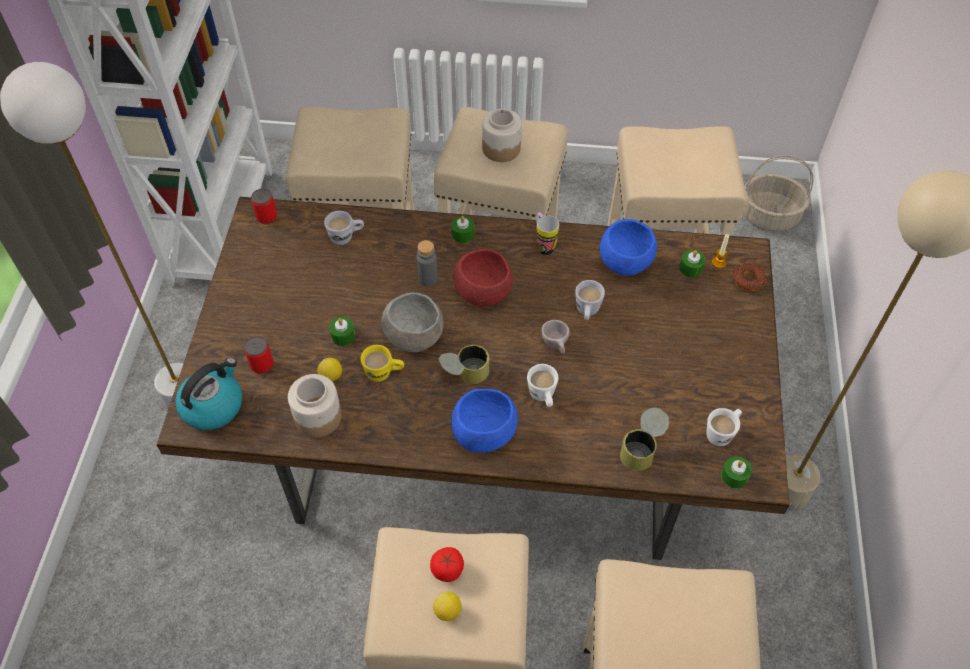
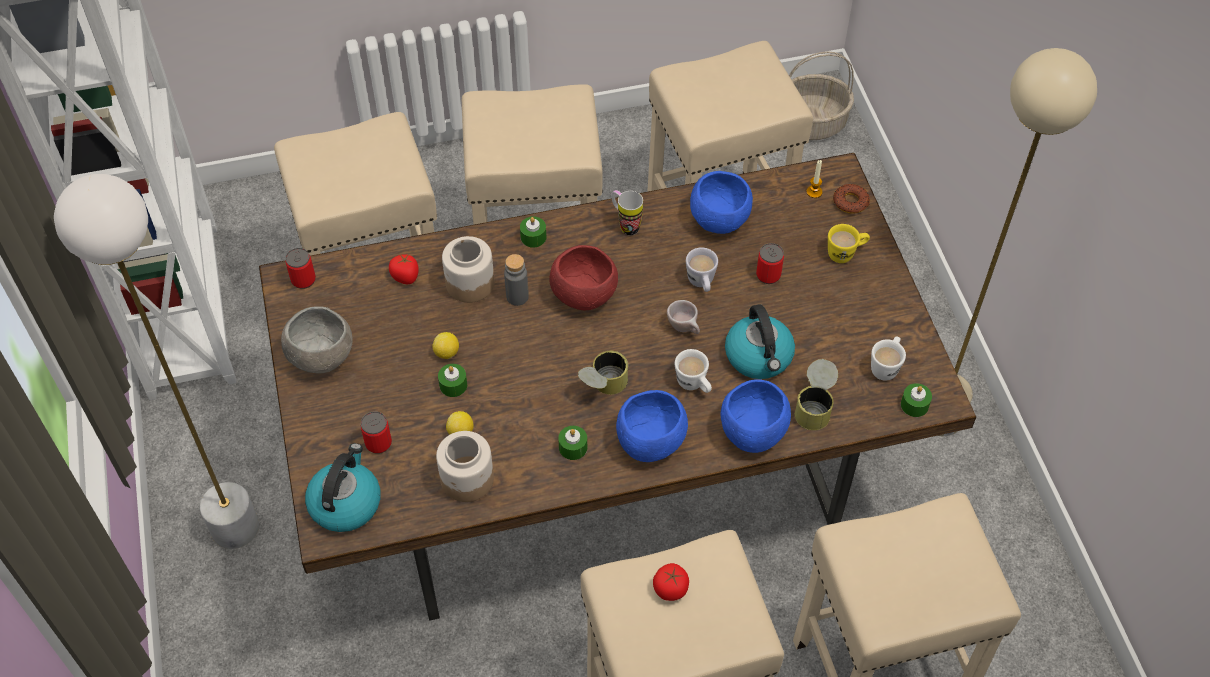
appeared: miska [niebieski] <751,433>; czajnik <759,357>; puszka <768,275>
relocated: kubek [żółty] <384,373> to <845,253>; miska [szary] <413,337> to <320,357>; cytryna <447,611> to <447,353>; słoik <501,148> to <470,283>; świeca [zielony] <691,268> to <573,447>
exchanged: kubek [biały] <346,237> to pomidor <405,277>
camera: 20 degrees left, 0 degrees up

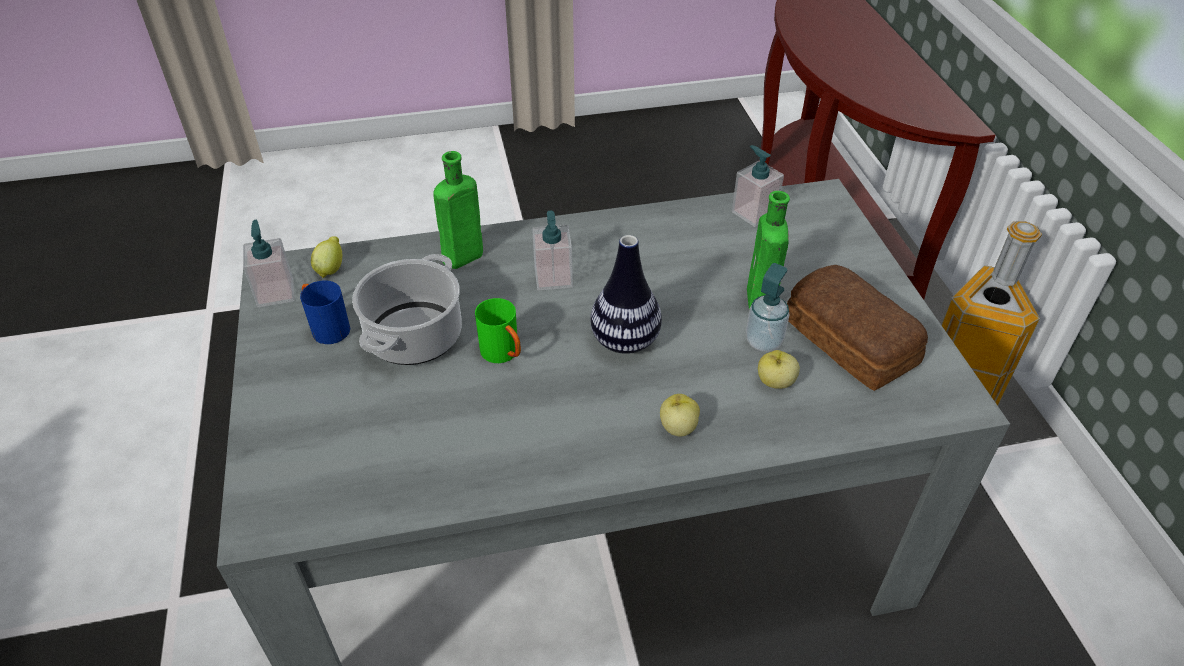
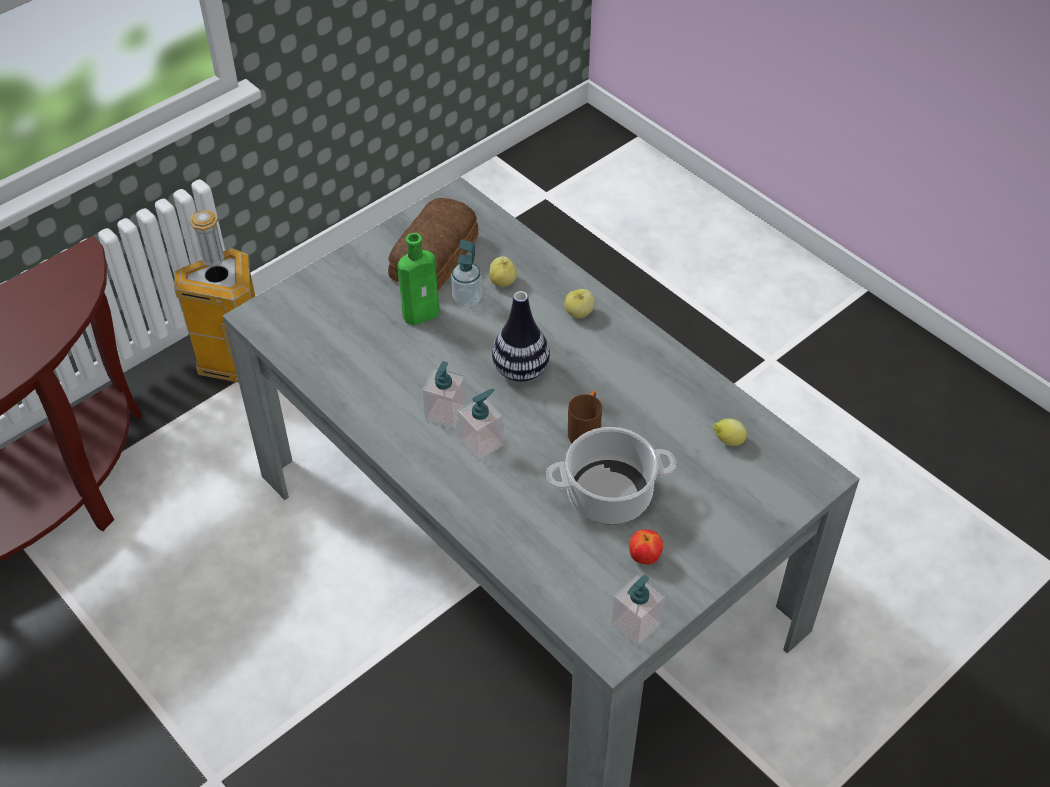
missing: butelka [zielony] <460,258>
relocated: cytryna <331,269> to <727,441>; dozownik mydła <753,213> to <445,413>
exchanged: kubek [niebieski] <326,328> to jabłko <644,557>
colour: kubek [zielony] <504,355> to kubek [brązowy] <585,430>
camera: 120 degrees left, 5 degrees up

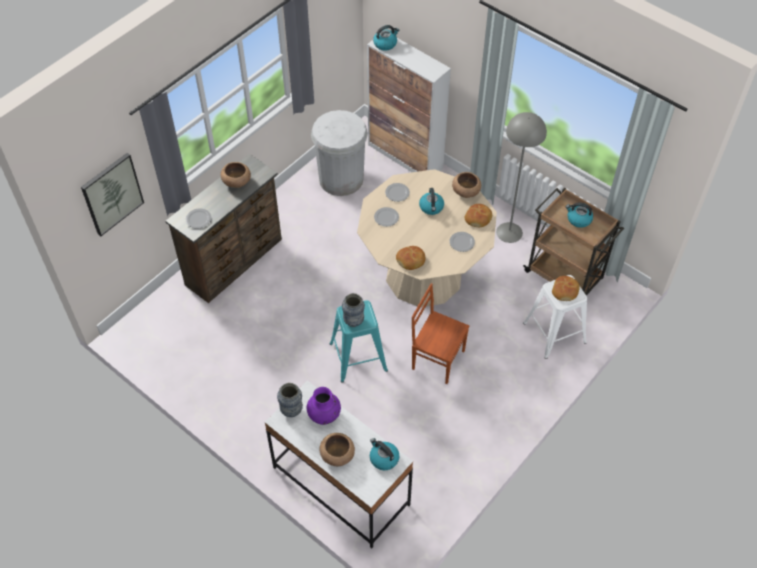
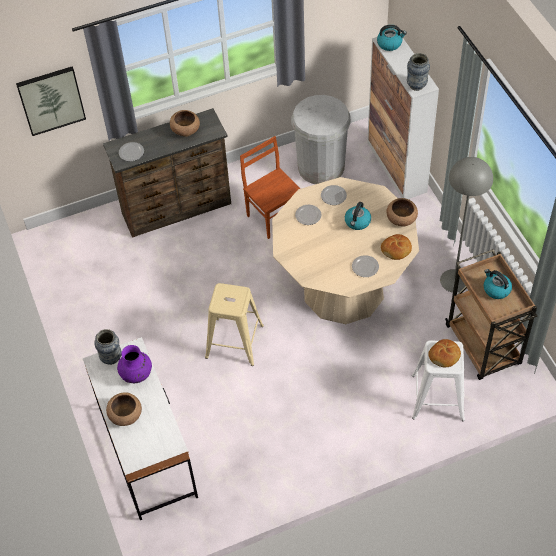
missing: czajnik <383,458>; chleb <411,260>
relocated: wazon <353,321> to <416,86>; krzesło [brązowy] <437,359> to <274,216>
colour: stołek [turkusowy] <357,357> to stołek [beżowy] <233,342>
camera: 30 degrees right, 0 degrees up

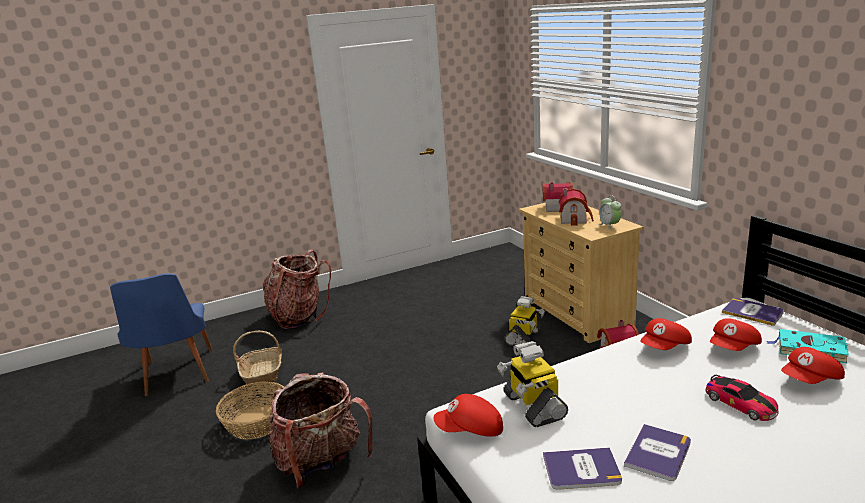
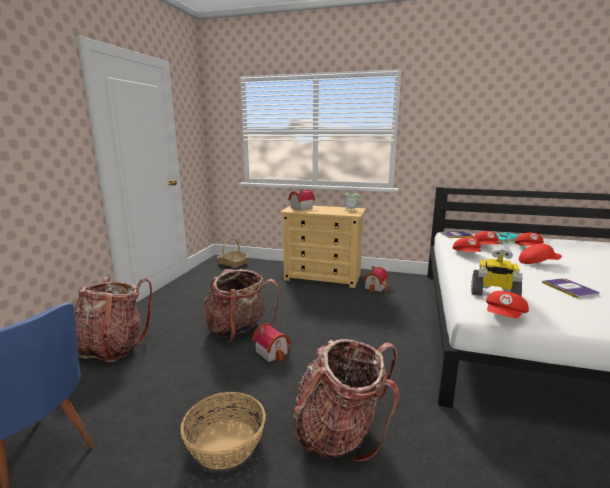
missing: robot zabawkowy <524,337>; książka <581,469>
appeared: plecak <238,330>
relocated: koszyk <263,372> to <232,263>; domek <575,219> to <272,351>
exchanged: samochodzik <740,403> to czapka z daszkiem [czerwony] <537,263>
camera: 50 degrees left, 5 degrees down

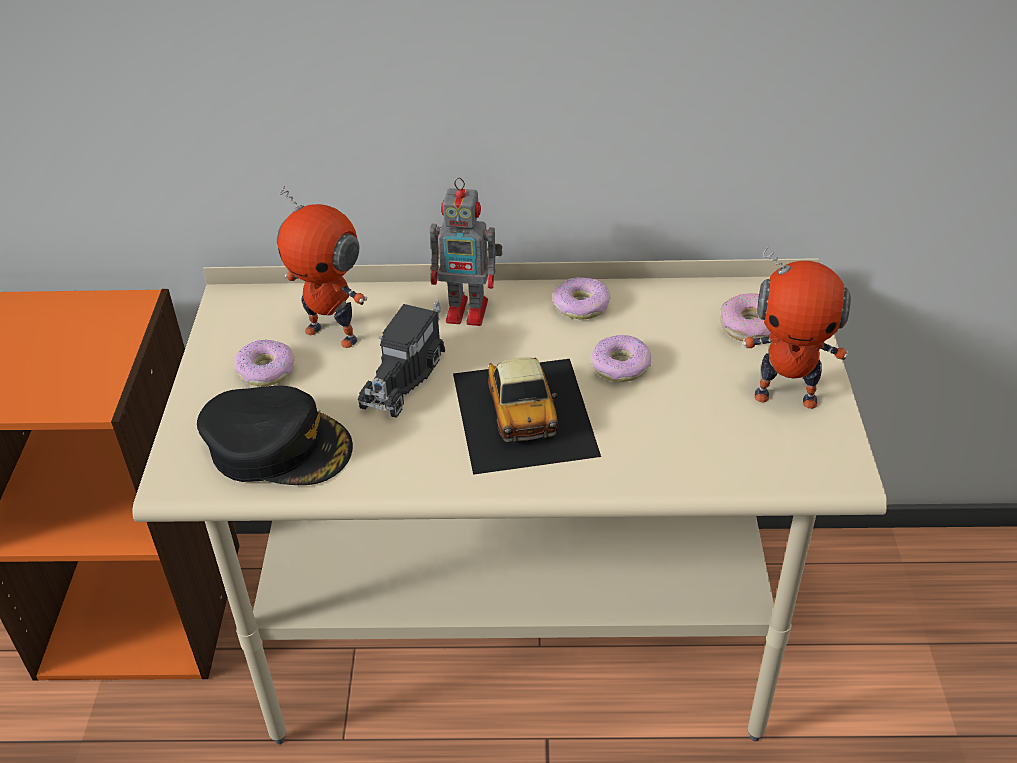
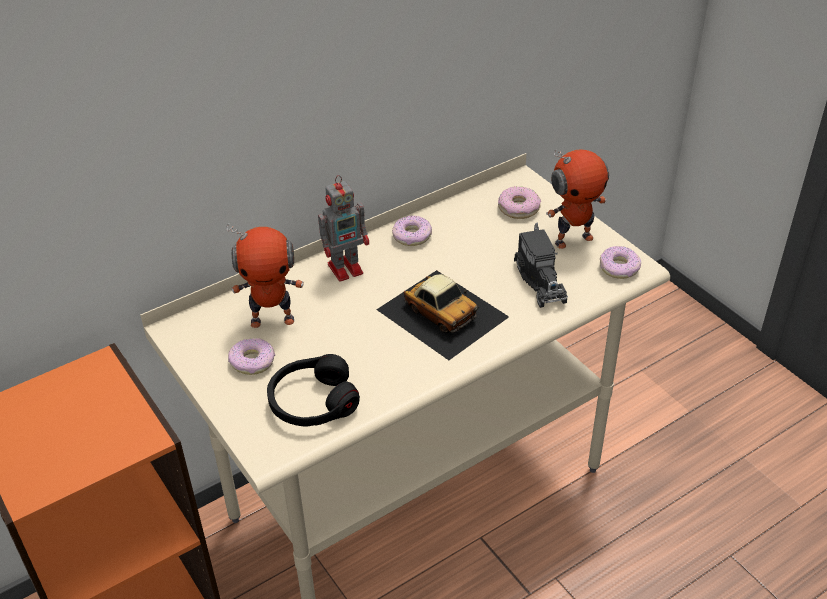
relocated: ciężarówka zabawkowa <404,376> to <540,279>; donut <621,366> to <619,268>
exchanged: czapka z daszkiem [czarny] <278,446> to słuchawki [czarny] <312,402>
camera: 35 degrees left, 0 degrees up

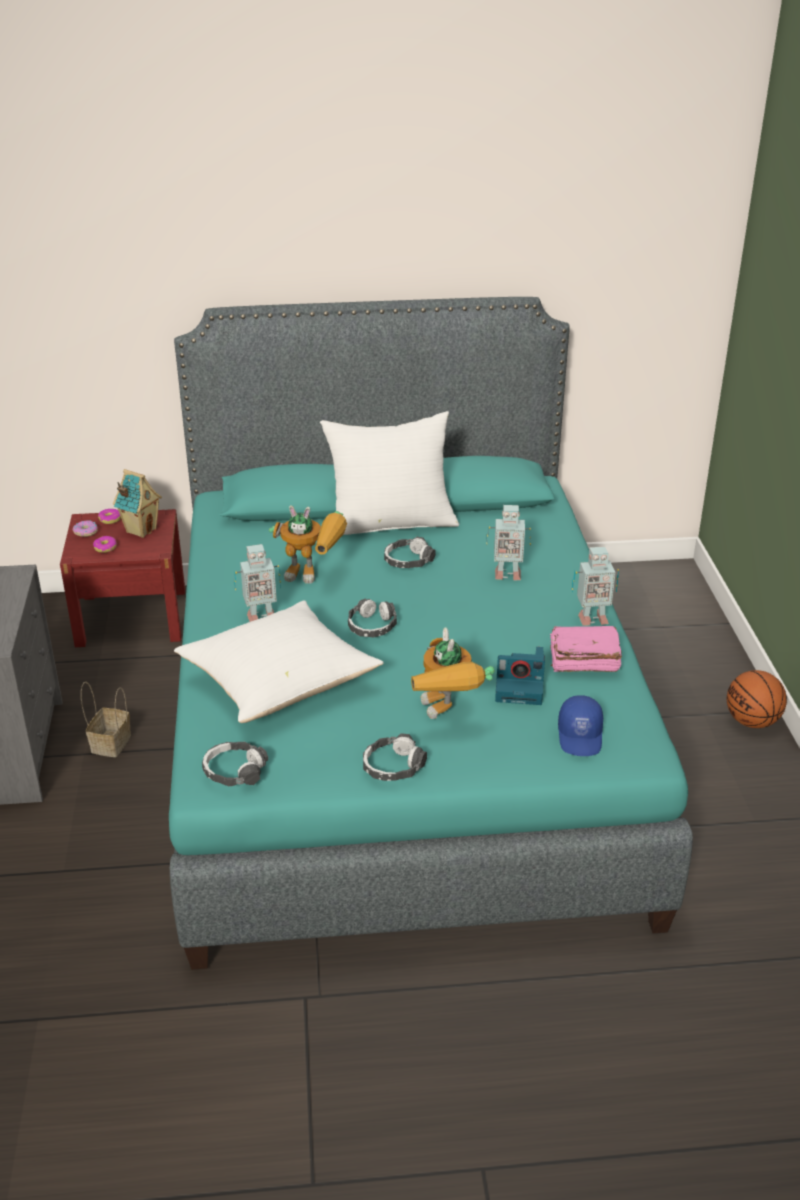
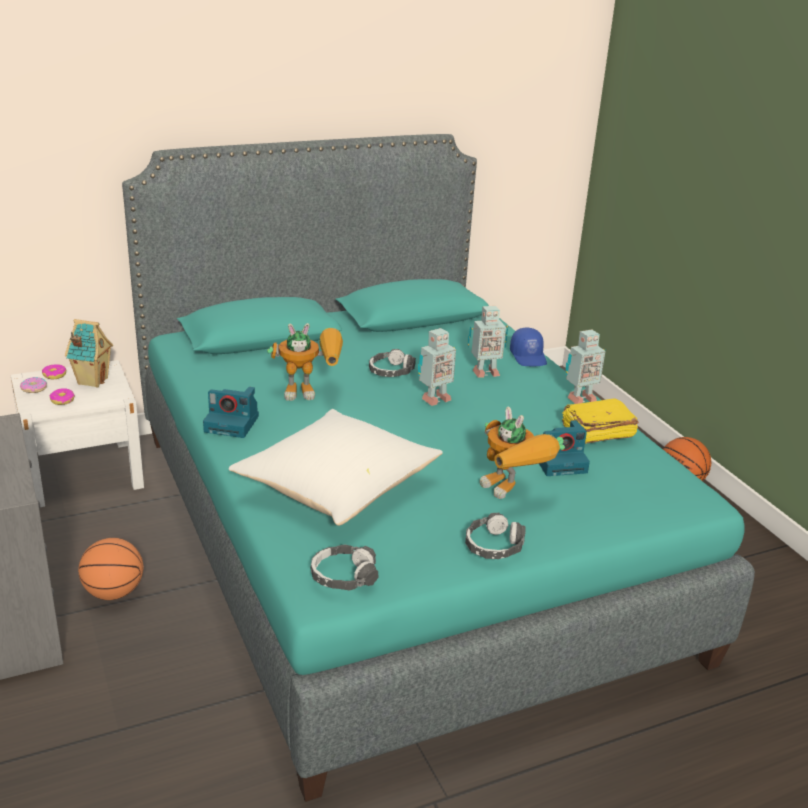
missing: poduszka [biały] <391,522>; słuchawki <372,626>
appeared: aparat fotograficzny <233,423>
relocated: robot zabawkowy <260,616> to <434,399>; czapka z daszkiem [niebieski] <581,736> to <529,357>
exchanged: koszyk <111,742> to piłka do koszykówki <114,592>
colour: szafka nocna [czerwony] <131,617> to szafka nocna [biały] <83,473>; książka [różowy] <583,660> to książka [żółty] <596,432>
camera: 20 degrees left, 5 degrees down

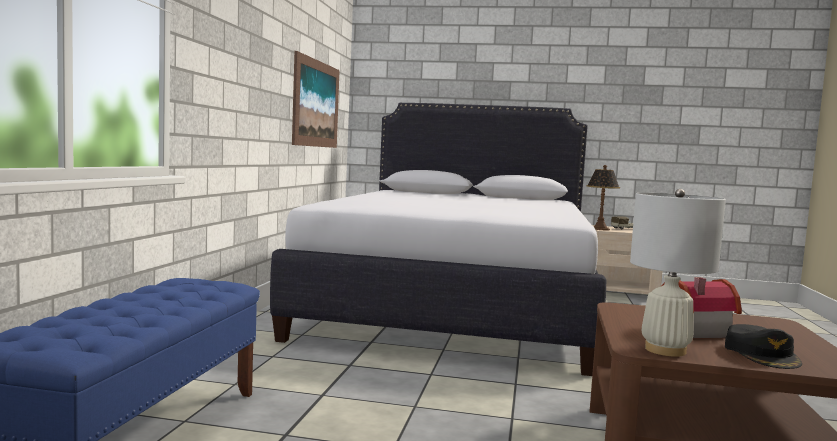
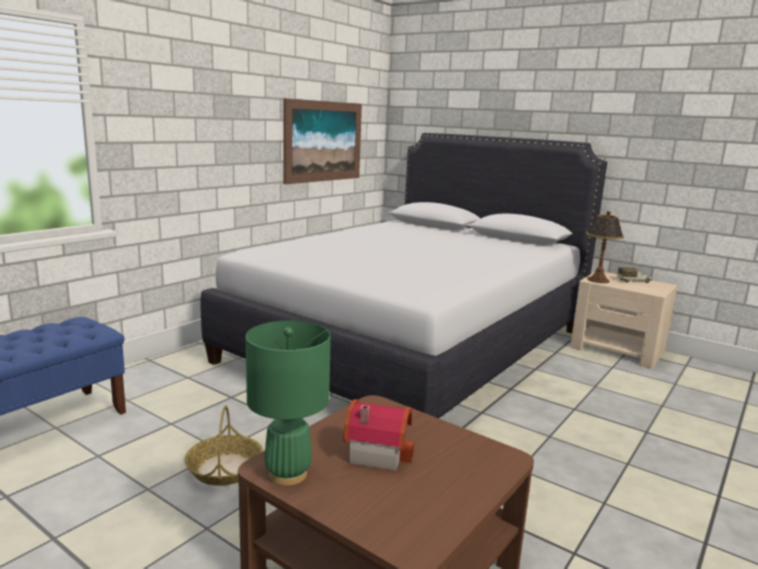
missing: czapka z daszkiem [czarny] <762,354>
appeared: koszyk <225,469>
colour: lampa stołowa [biały] <665,350> to lampa stołowa [zielony] <288,474>
camera: 25 degrees right, 10 degrees up

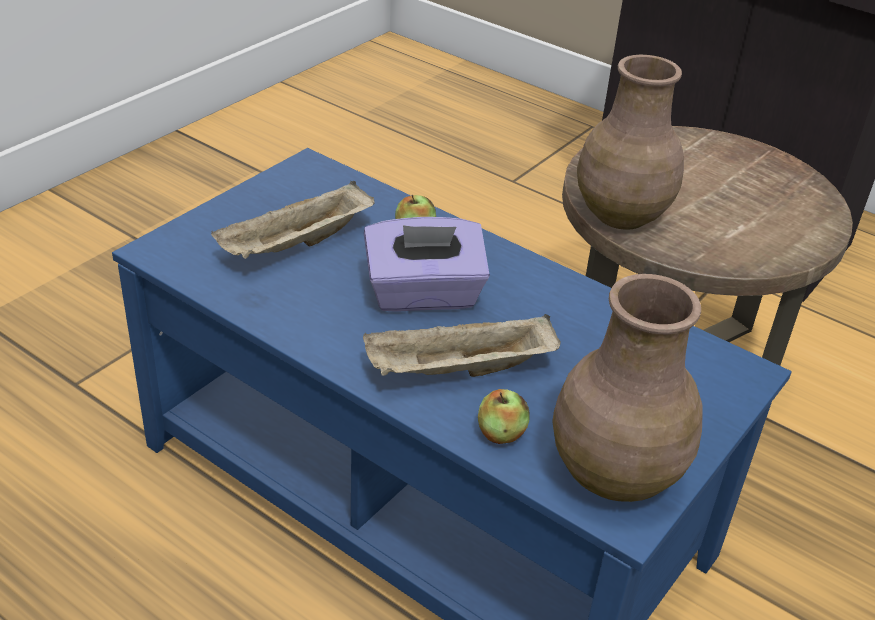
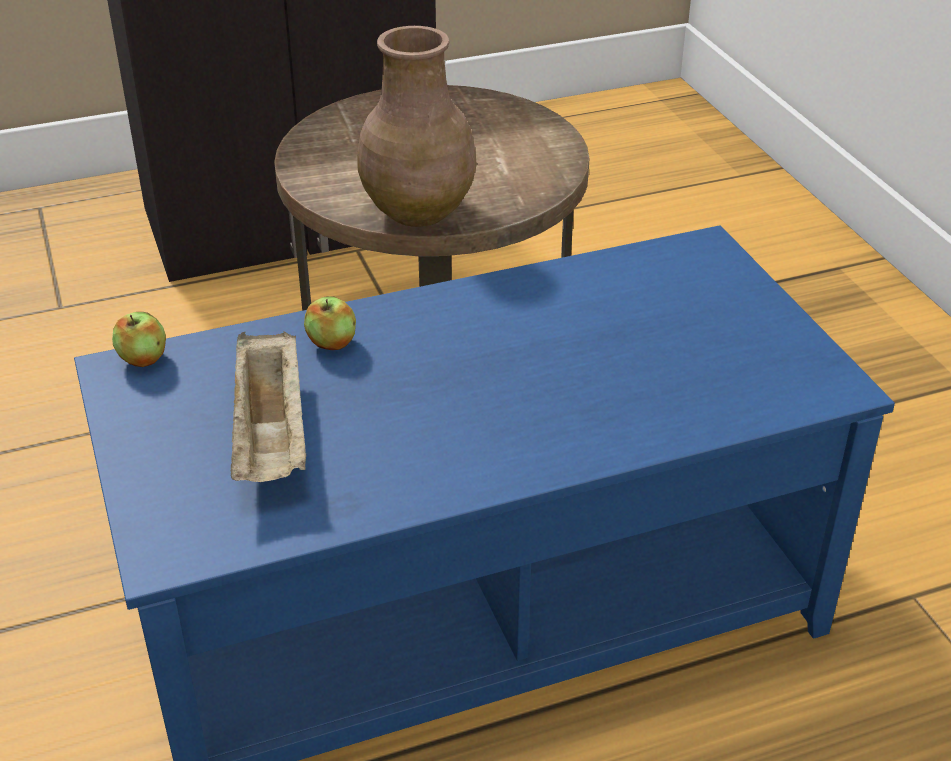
missing: taca [beżowy] <458,371>; pudełko chusteczek [fioletowy] <424,295>; wazon [brązowy] <616,473>
relocated: jabłko <501,433> to <143,358>
camera: 55 degrees left, 0 degrees up

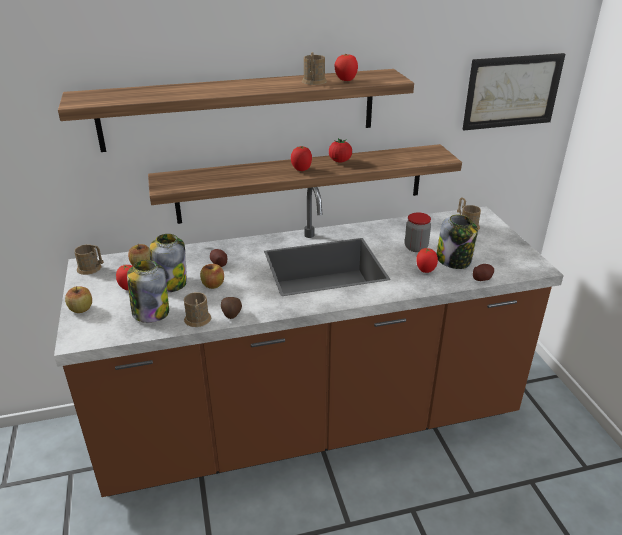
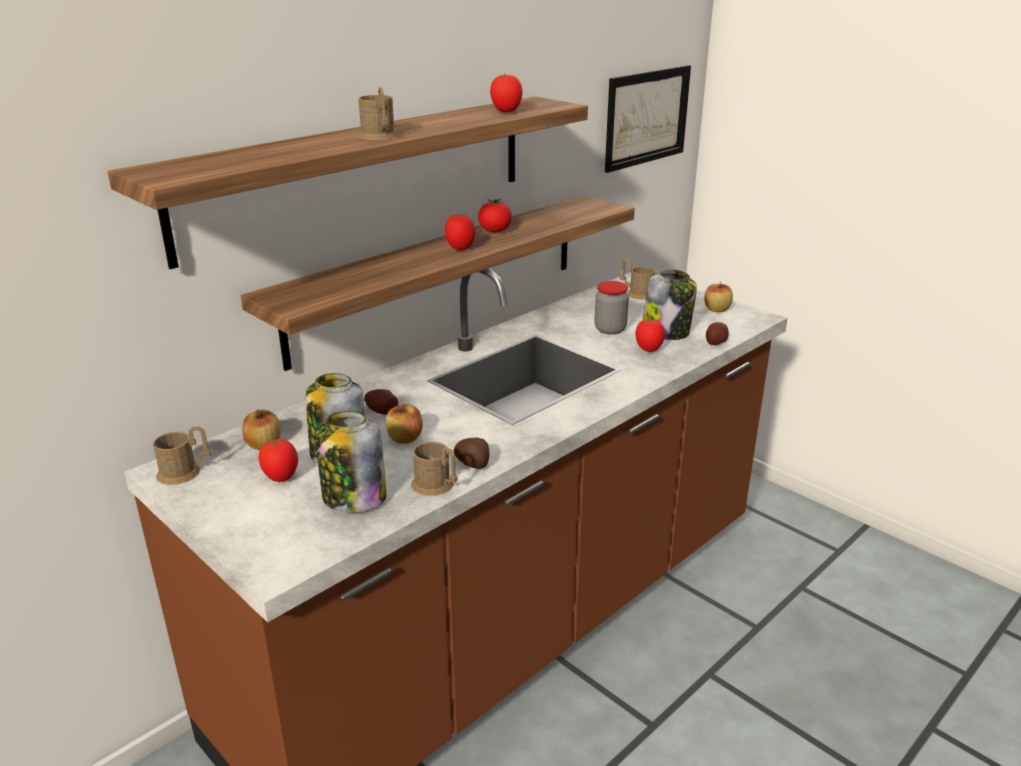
relocated: jabłko <81,309> to <716,309>; kubek [brązowy] <313,82> to <379,137>
camera: 30 degrees left, 5 degrees down

